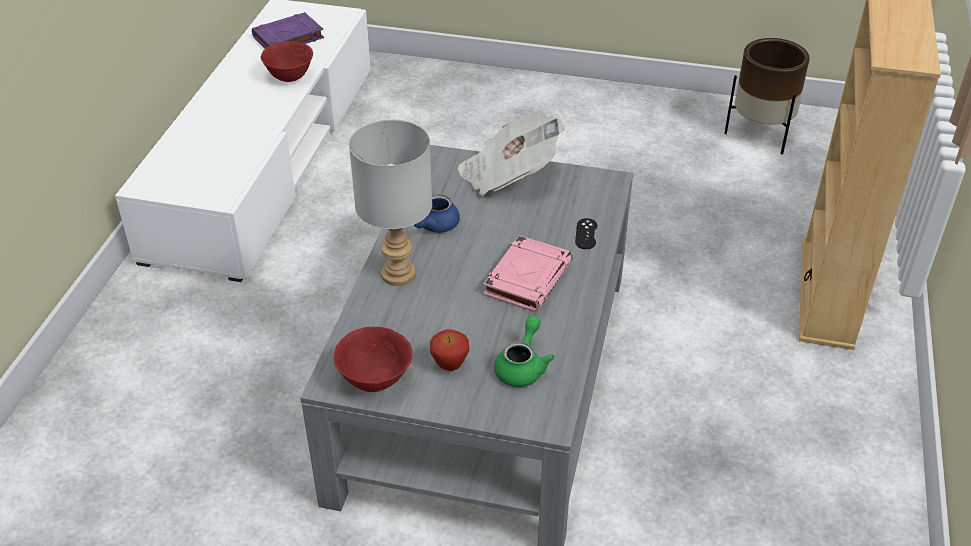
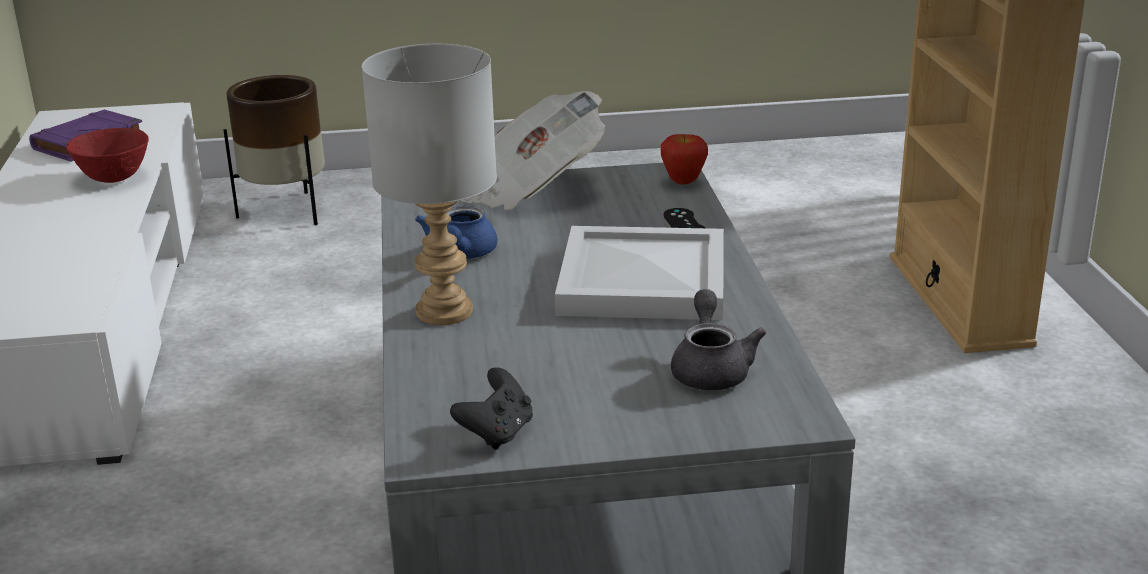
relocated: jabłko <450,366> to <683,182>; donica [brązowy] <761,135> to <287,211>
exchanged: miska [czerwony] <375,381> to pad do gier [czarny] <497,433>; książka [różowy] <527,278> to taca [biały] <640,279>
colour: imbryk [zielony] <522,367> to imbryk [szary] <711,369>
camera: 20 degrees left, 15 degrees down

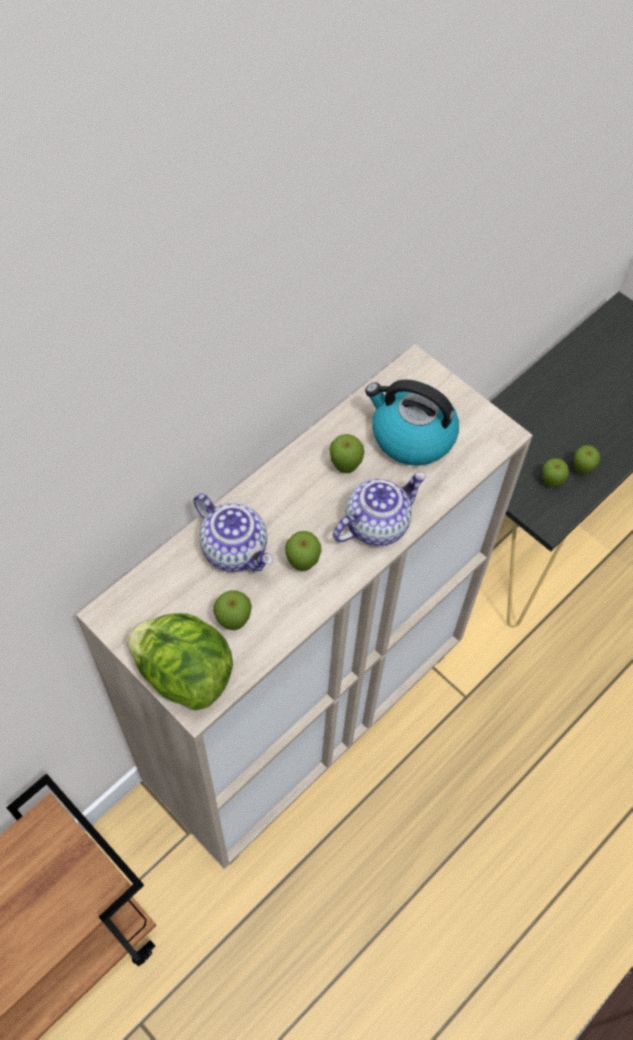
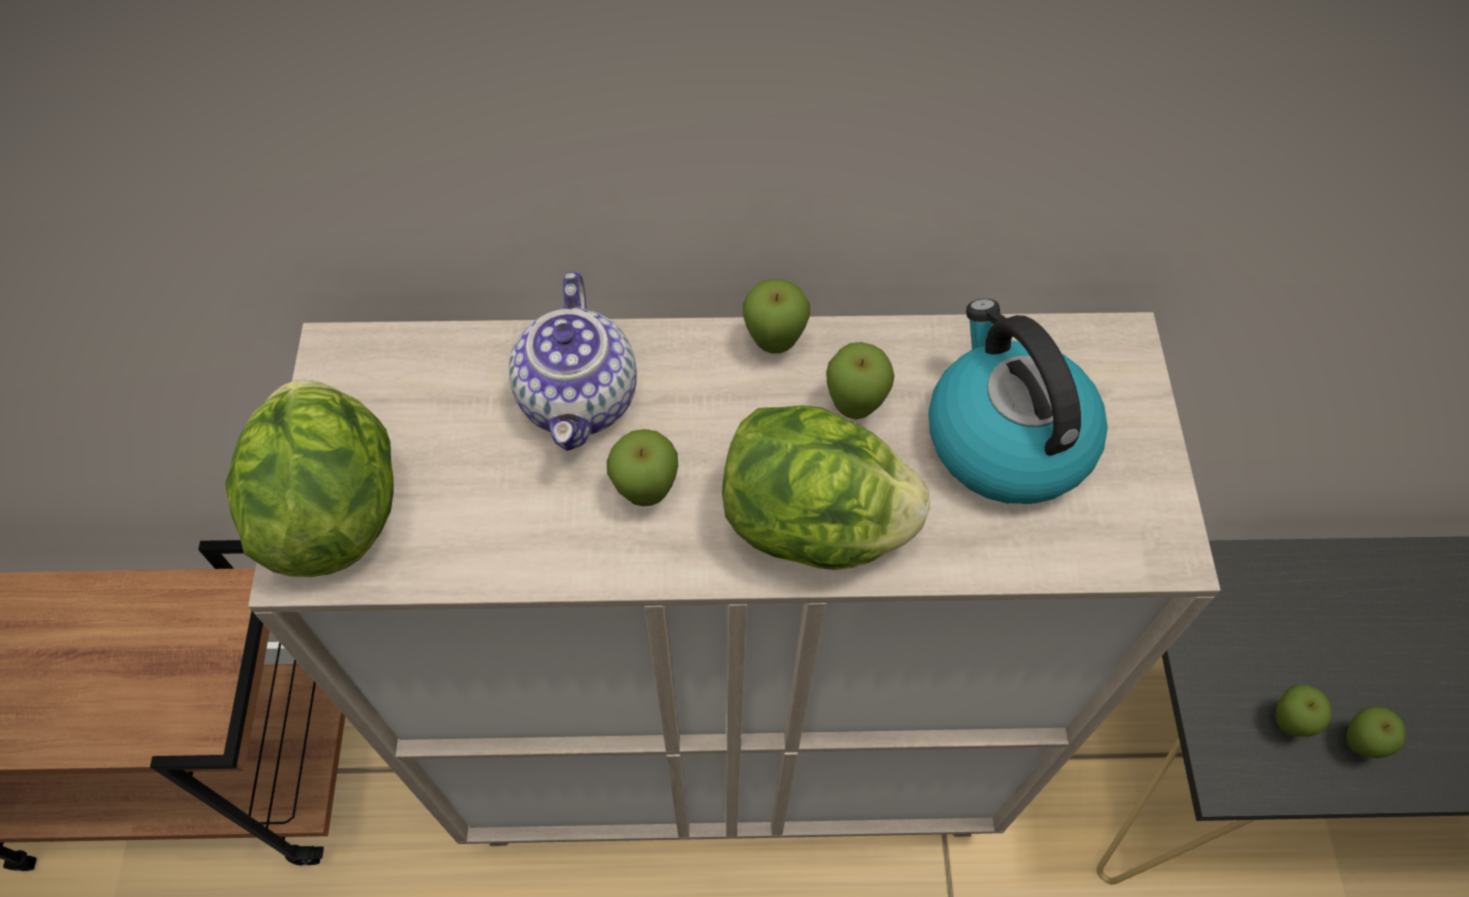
relocated: jabłko <234,622> to <774,344>
exchanged: imbryk <376,523> to sałata <814,523>
camera: 45 degrees right, 0 degrees up

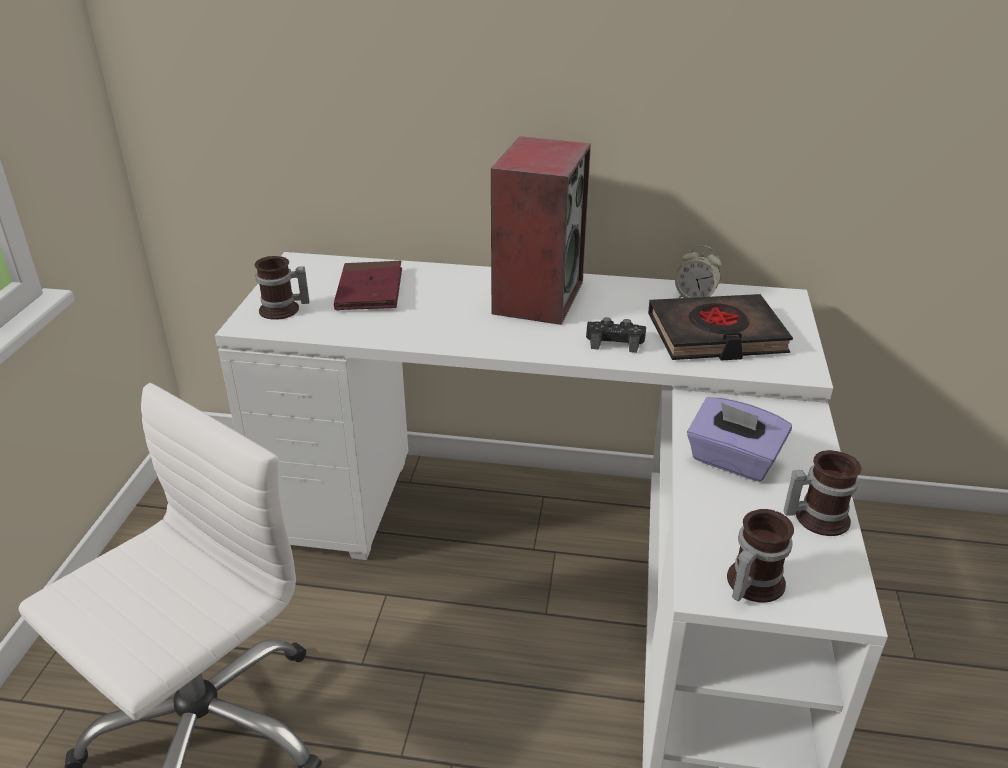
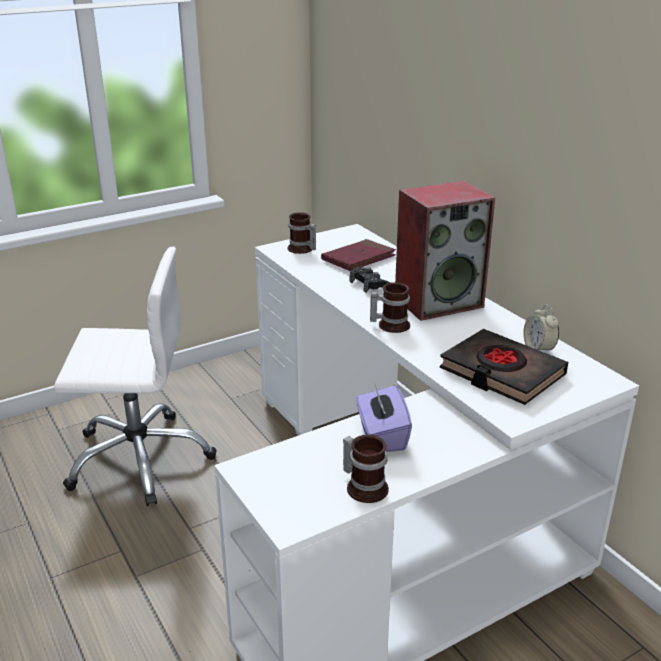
relocated: pad do gier [czarny] <615,341> to <369,285>; kubek <750,583> to <390,324>
camera: 50 degrees right, 5 degrees down

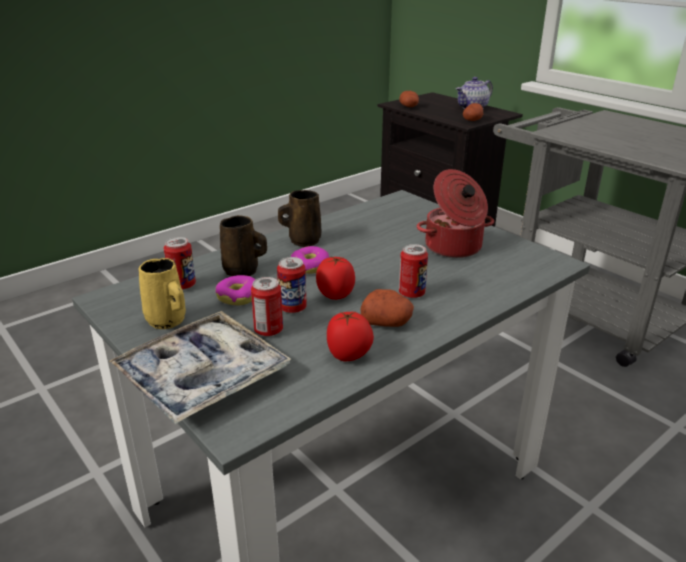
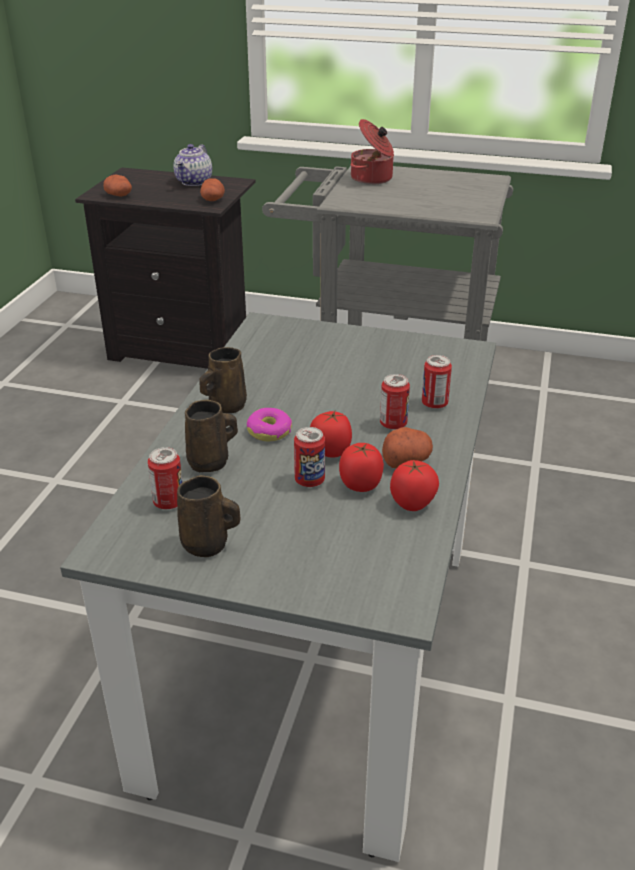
missing: taca <202,376>; donut <238,296>
appeared: pomidor <361,485>
relocated: puszka <268,330> to <434,404>; garnek <454,247> to <372,179>
colour: kubek [żółty] <167,321> to kubek [brązowy] <208,545>
camera: 35 degrees left, 5 degrees up

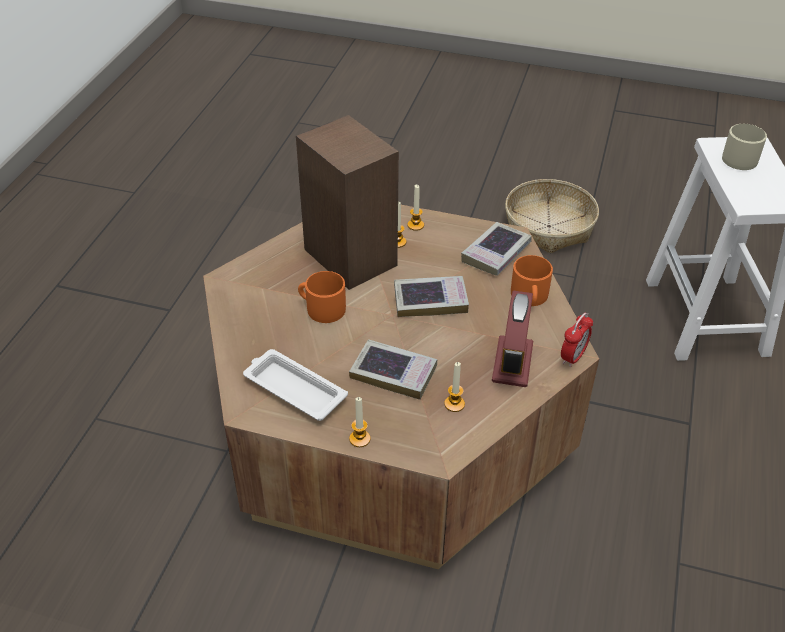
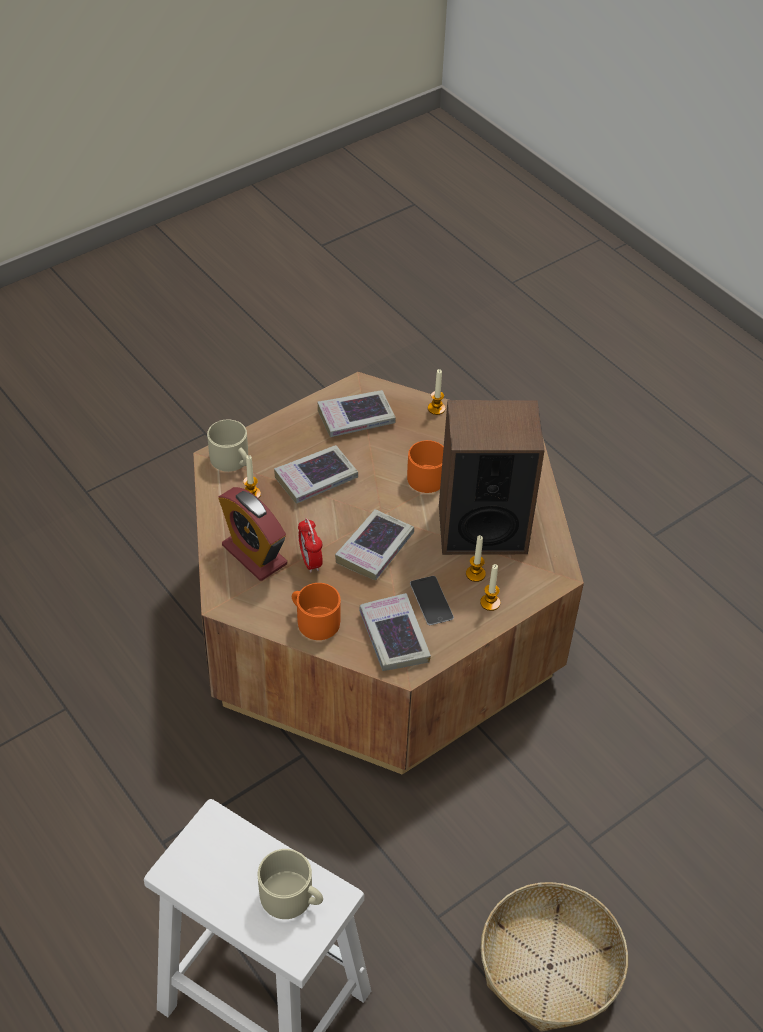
appeared: kubek [beżowy] <232,460>; telefon <431,600>
relocated: świeca <359,439> to <436,408>; budzik <573,357> to <310,561>
exchanged: taca [biały] <293,389> to książka <356,418>
camera: 125 degrees right, 5 degrees up

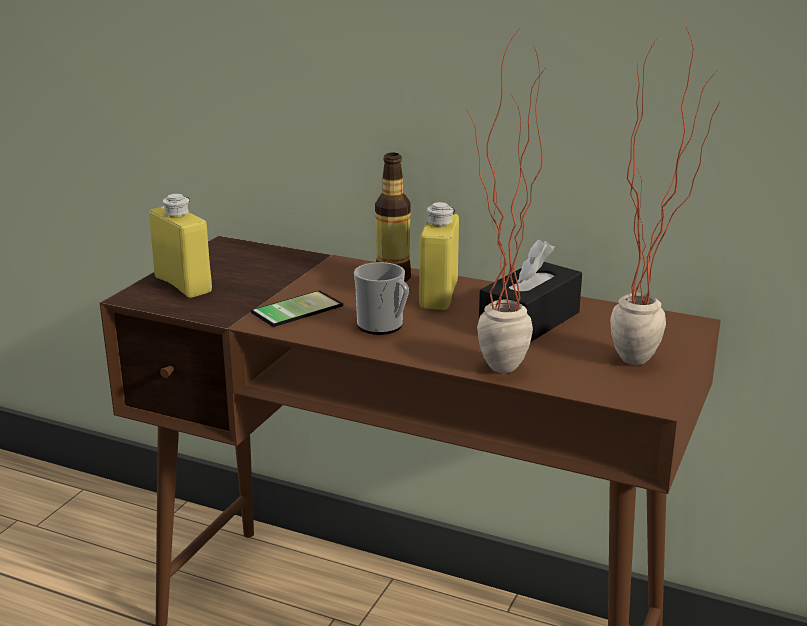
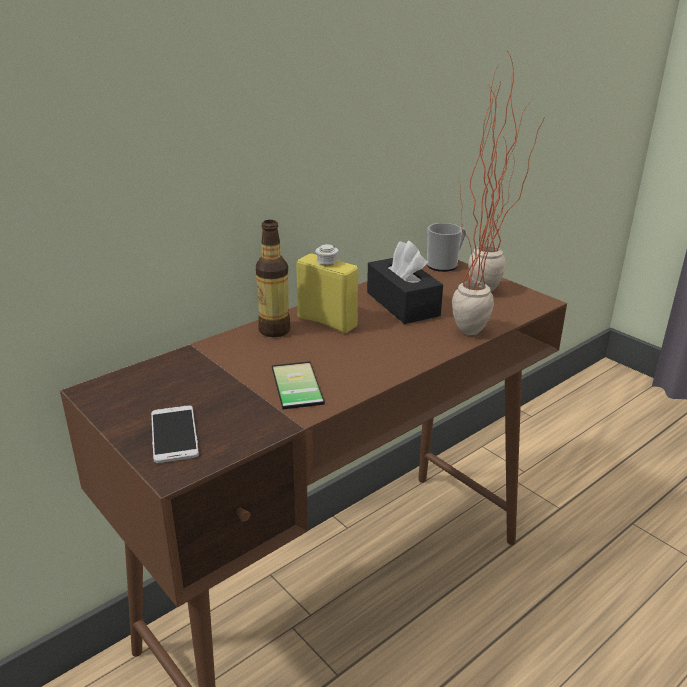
relocated: kubek <384,327> to <445,265>
exchanged: butelka [żółty] <183,285> to telefon <174,434>
camera: 65 degrees left, 5 degrees up

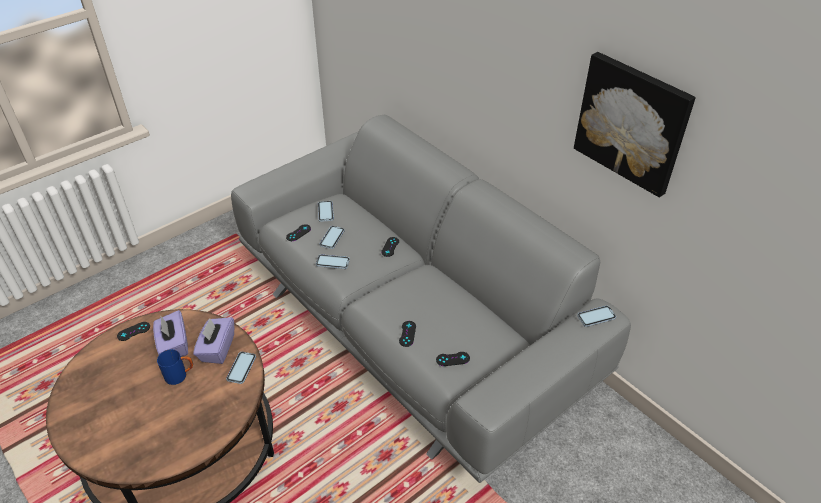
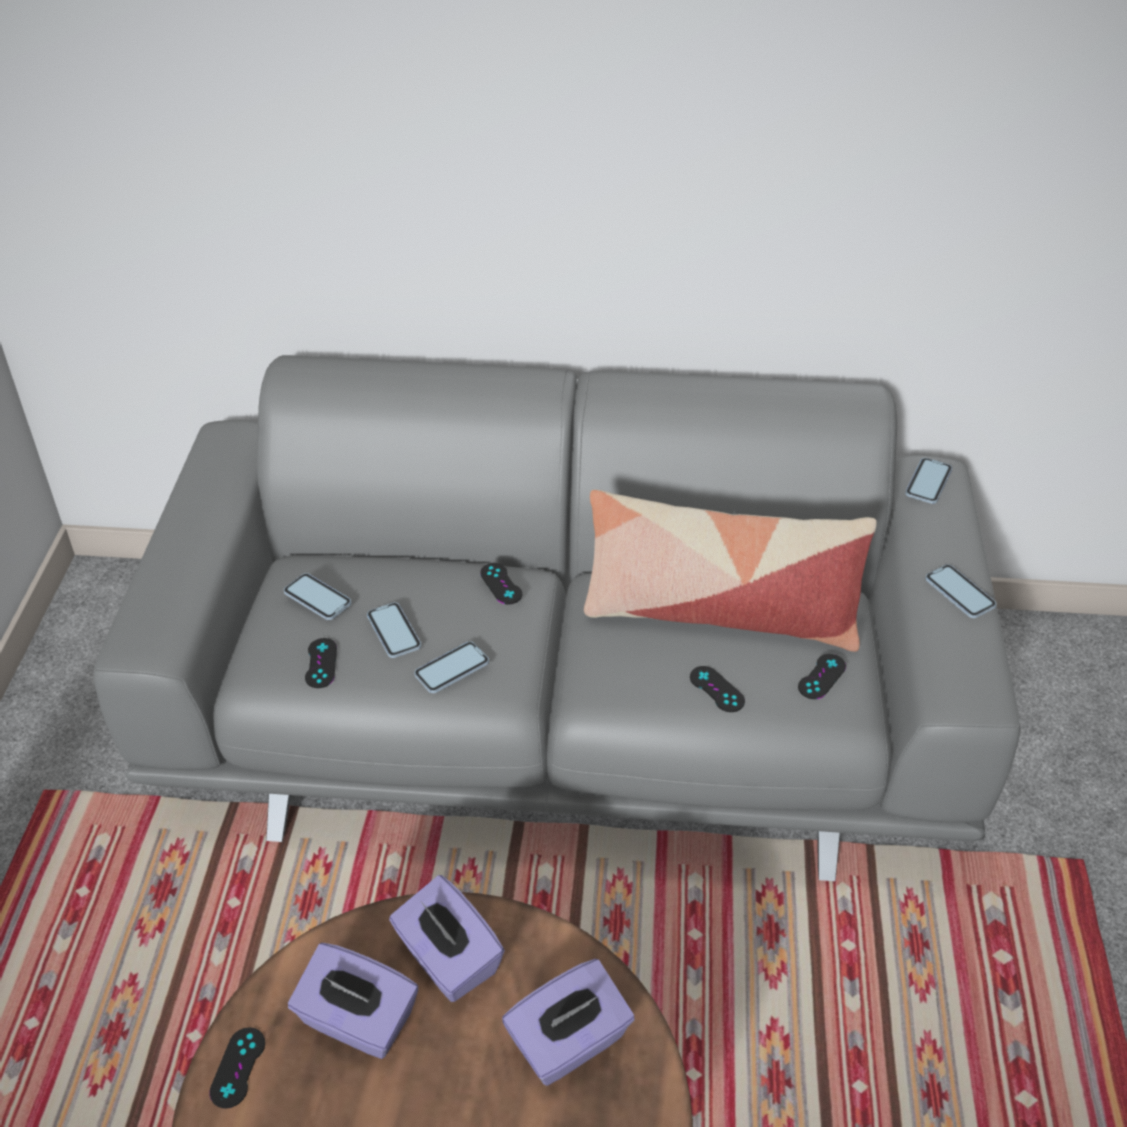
missing: kubek [niebieski] <180,375>; obraz <632,122>
appeared: pudełko chusteczek [fioletowy] <569,1043>; poduszka <719,611>
relocated: telefon <241,368> to <959,593>
camera: 45 degrees left, 0 degrees up

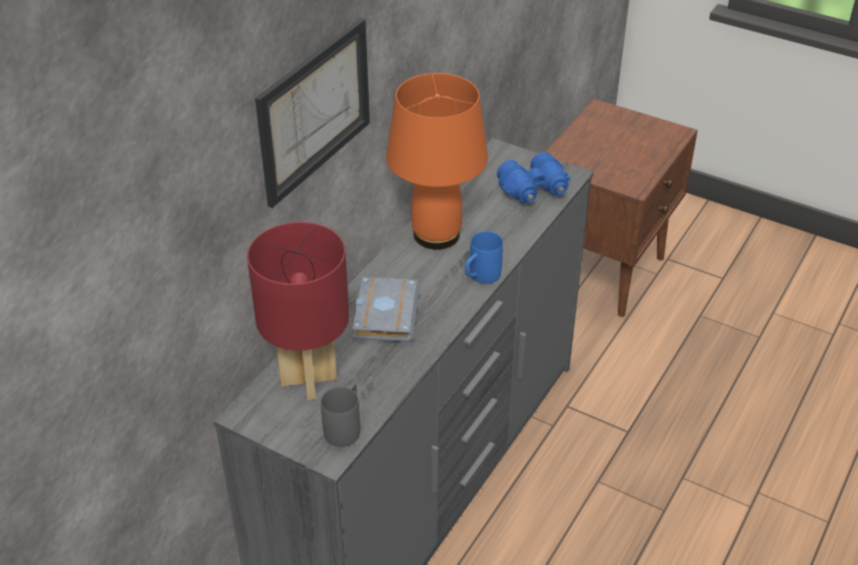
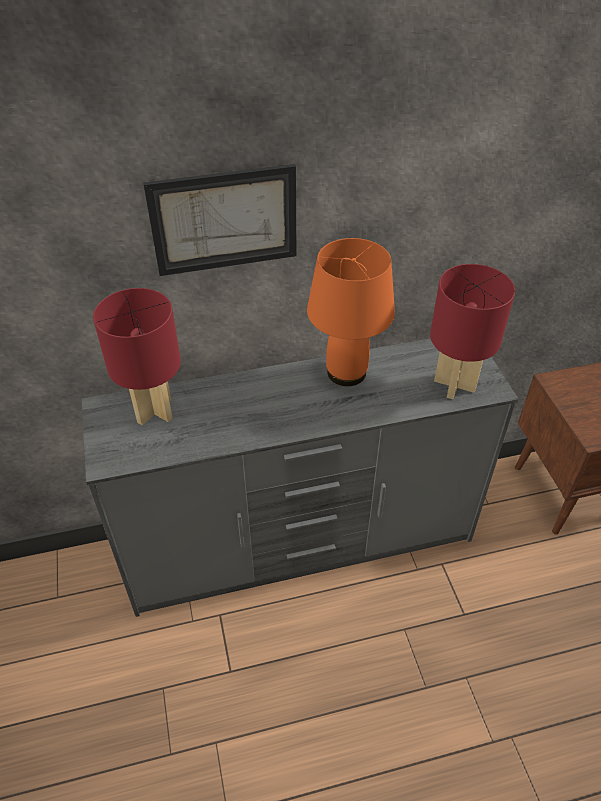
missing: kubek [szary] <345,427>; książka [szary] <384,313>; kubek [niebieski] <480,277>
exchanged: lornetka [niebieski] <534,190> to lampa stołowa [czerwony] <453,385>
camera: 45 degrees right, 5 degrees up

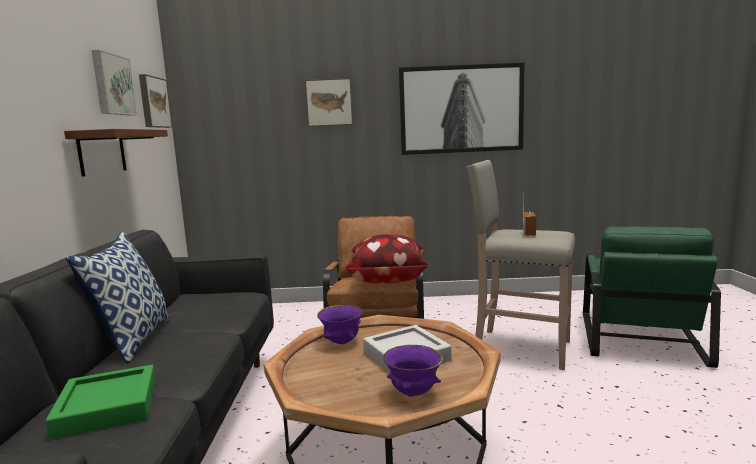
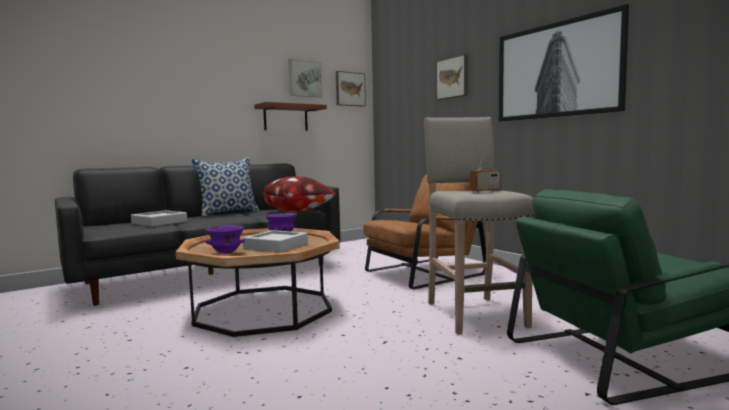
relocated: poduszka <387,279> to <298,211>
colour: taca [zielony] <107,407> to taca [szary] <159,222>
camera: 55 degrees right, 5 degrees down

